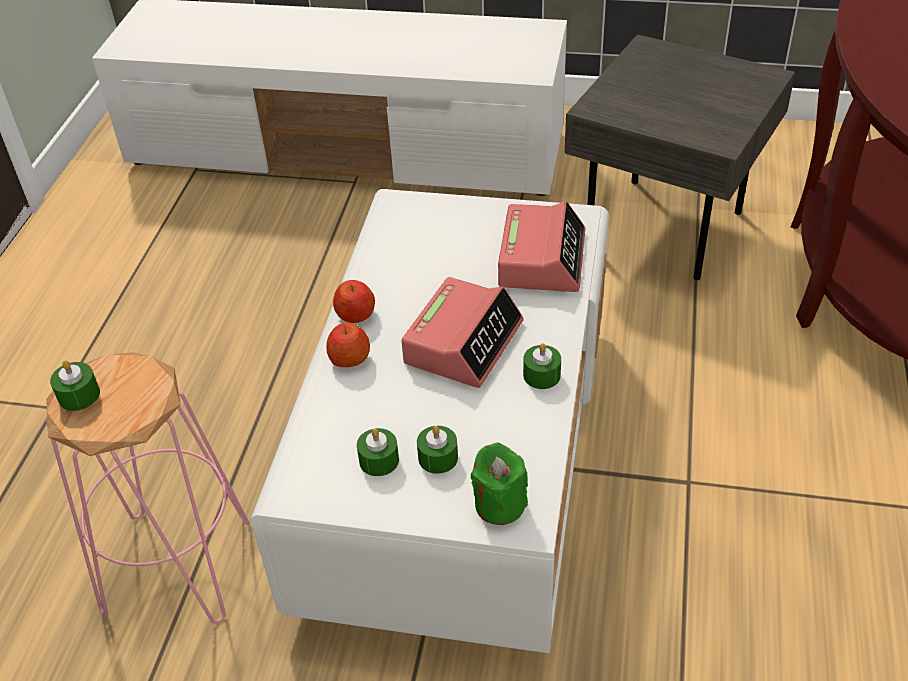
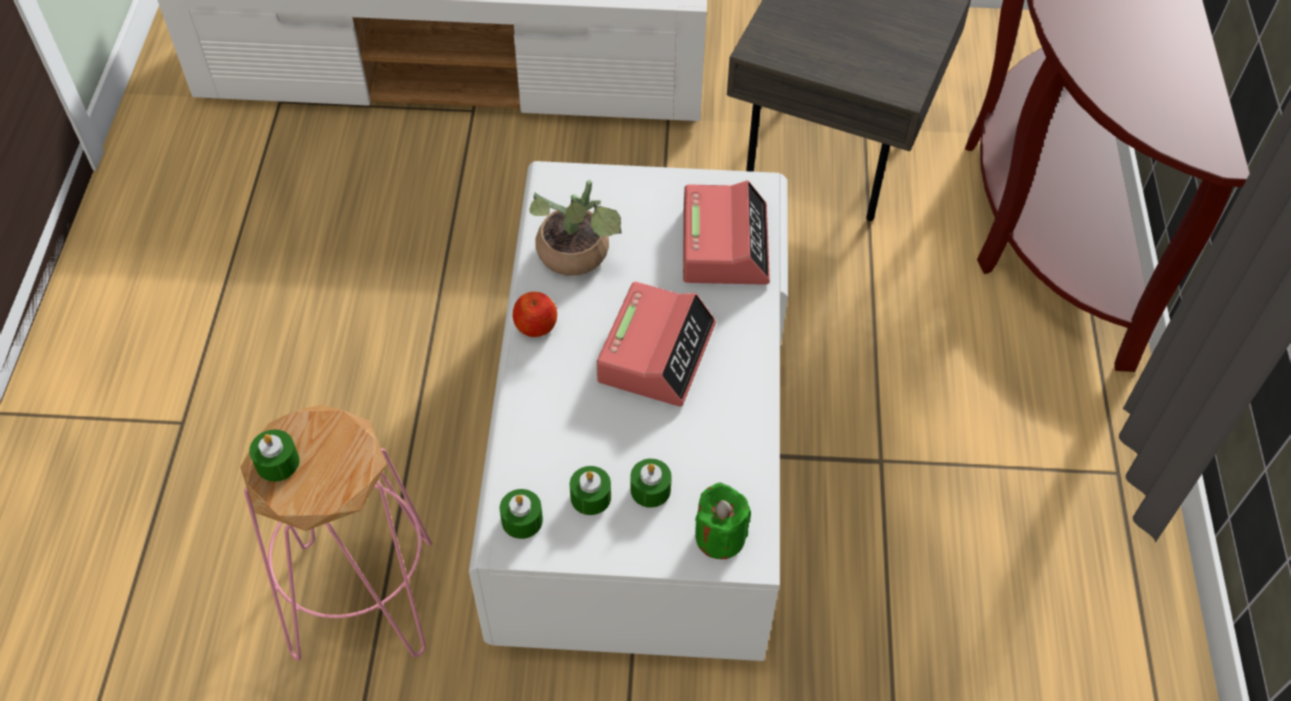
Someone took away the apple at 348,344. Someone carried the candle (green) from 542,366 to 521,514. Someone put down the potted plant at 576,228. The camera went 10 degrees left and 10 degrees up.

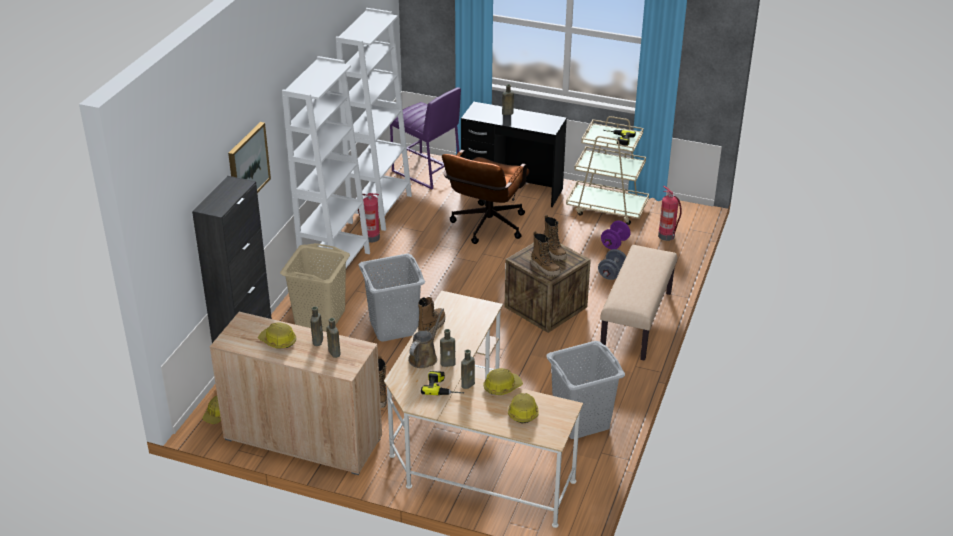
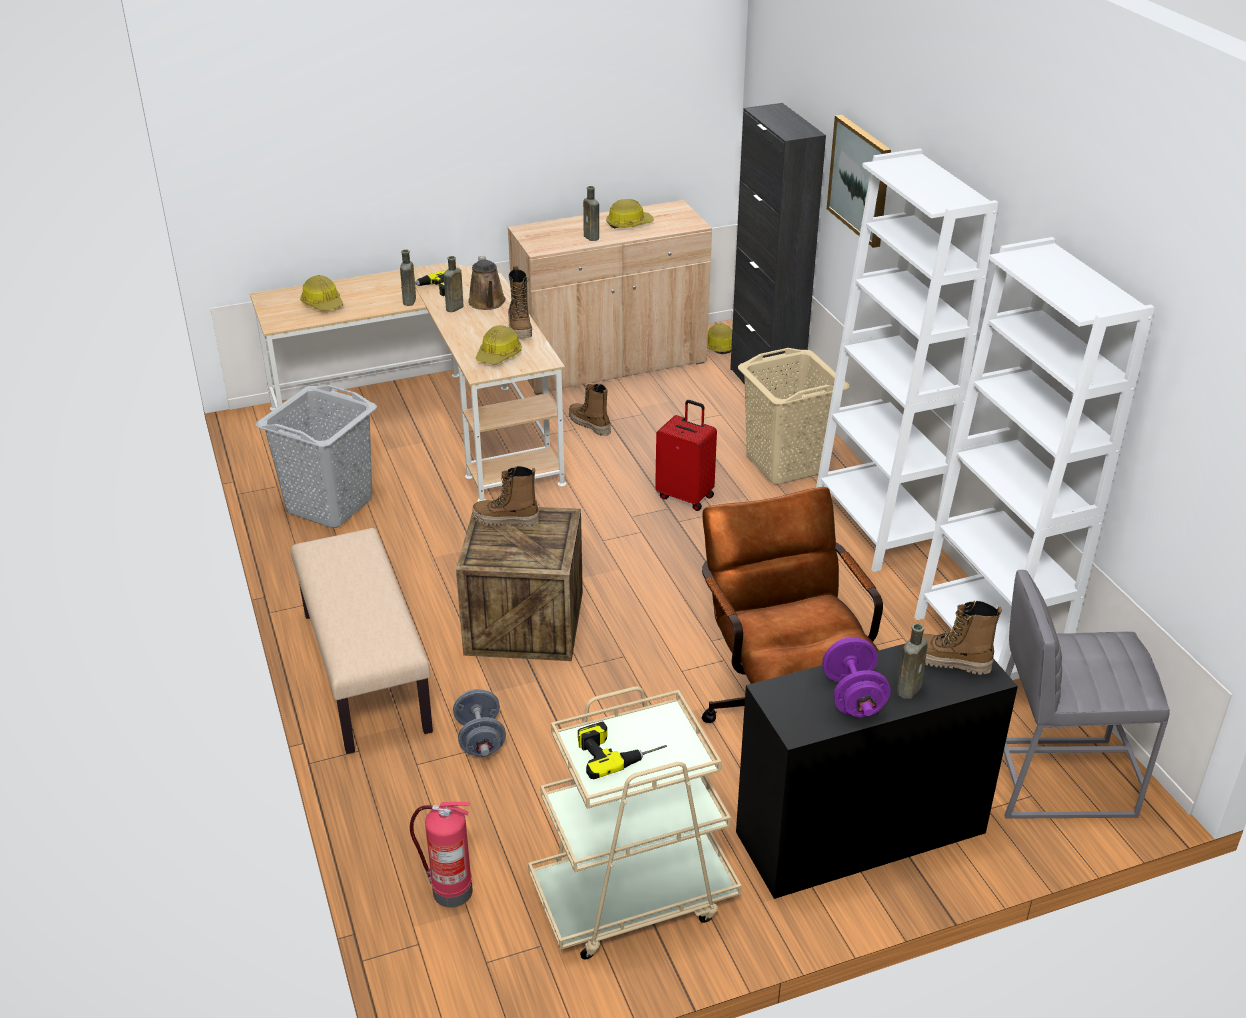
Someone repainted the stool (purple) at 425,138, which became the stool (grey) at 1087,694. Someone took away the fire extinguisher at 369,218. Someone carried the boot from 555,238 to 962,638. Someone carried the dumbbell (purple) from 615,235 to 856,677. Someone swapped the laundry basket (grey) at 392,298 for the suitcase (red) at 686,455. Someone took away the bottle (brown) at 333,338. Someone carried the hard hat from 503,381 to 498,344. The camera went 140 degrees right and 0 degrees up.

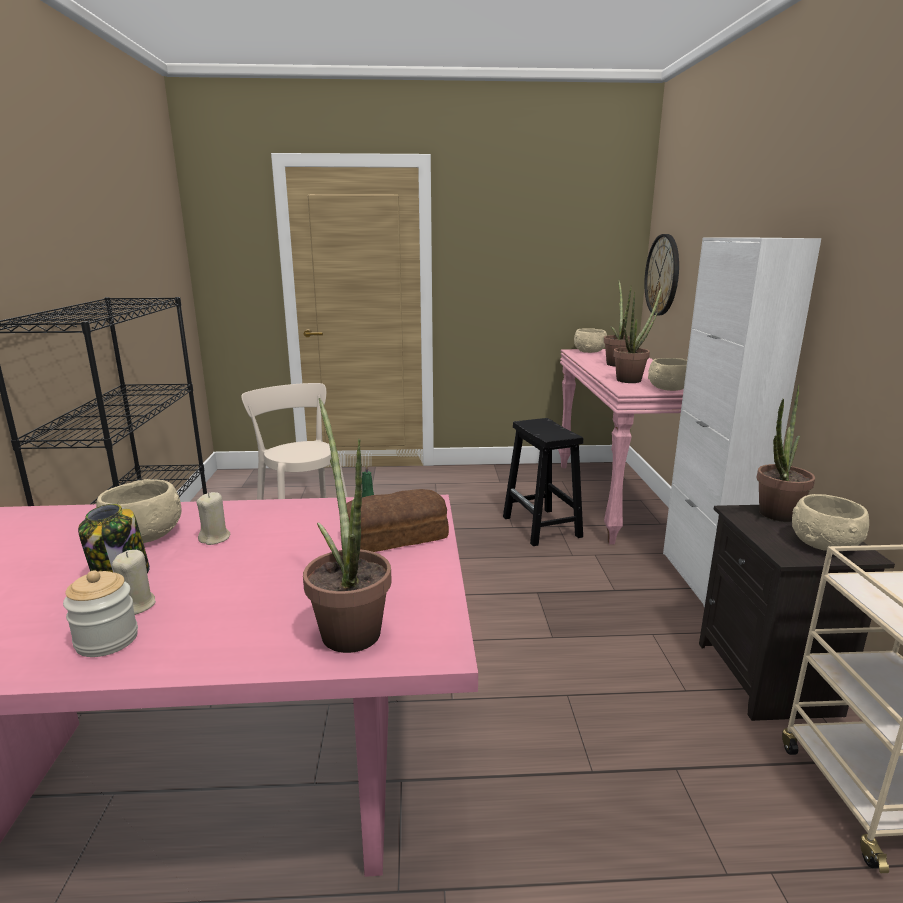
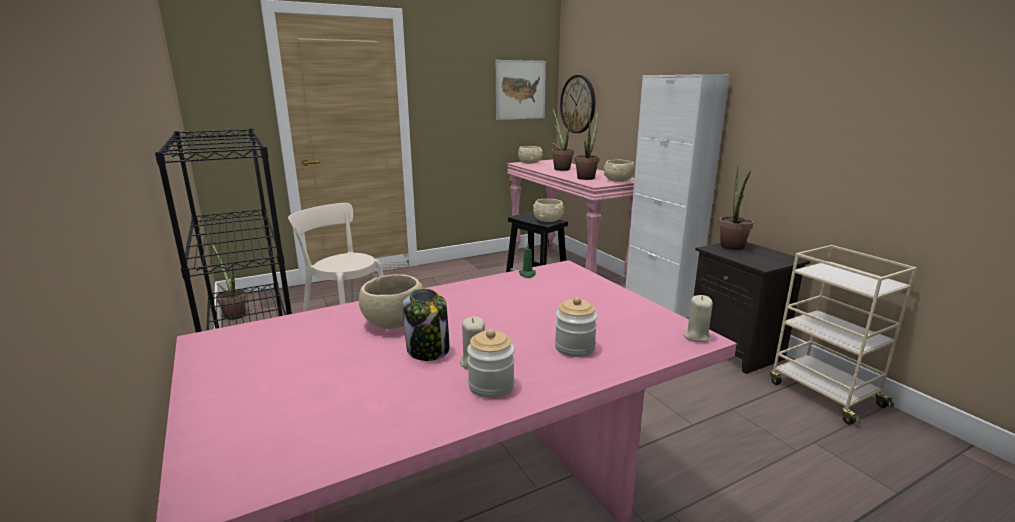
Someone carried the potted plant from 347,525 to 229,282. Someone took away the bread at 397,520. Someone carried the candle (beige) from 213,518 to 698,318. Someone carried the bowl (beige) from 830,522 to 548,210. Someone put up the picture at 521,90. Someone put down the jar at 576,327. The camera went 25 degrees left and 0 degrees up.

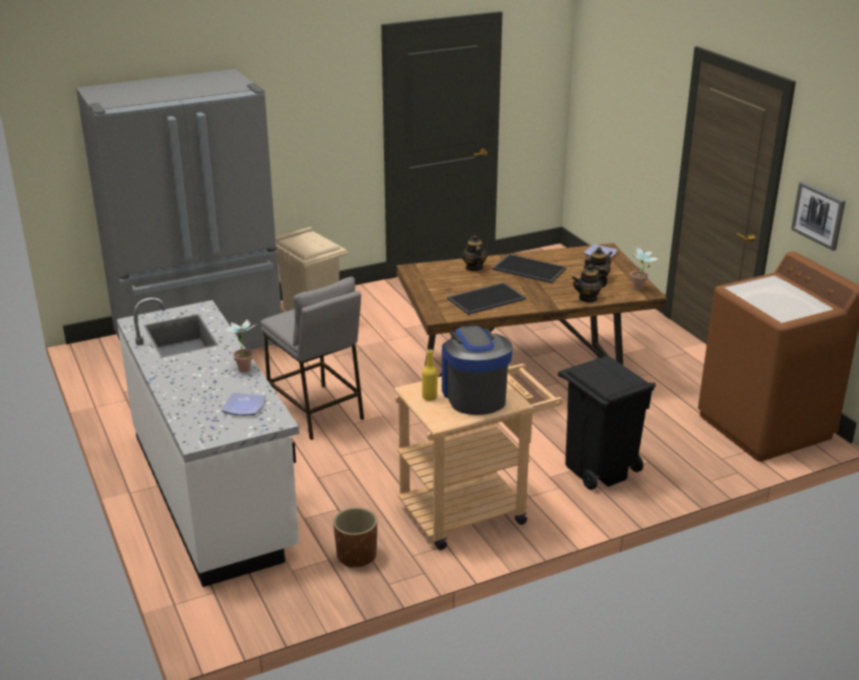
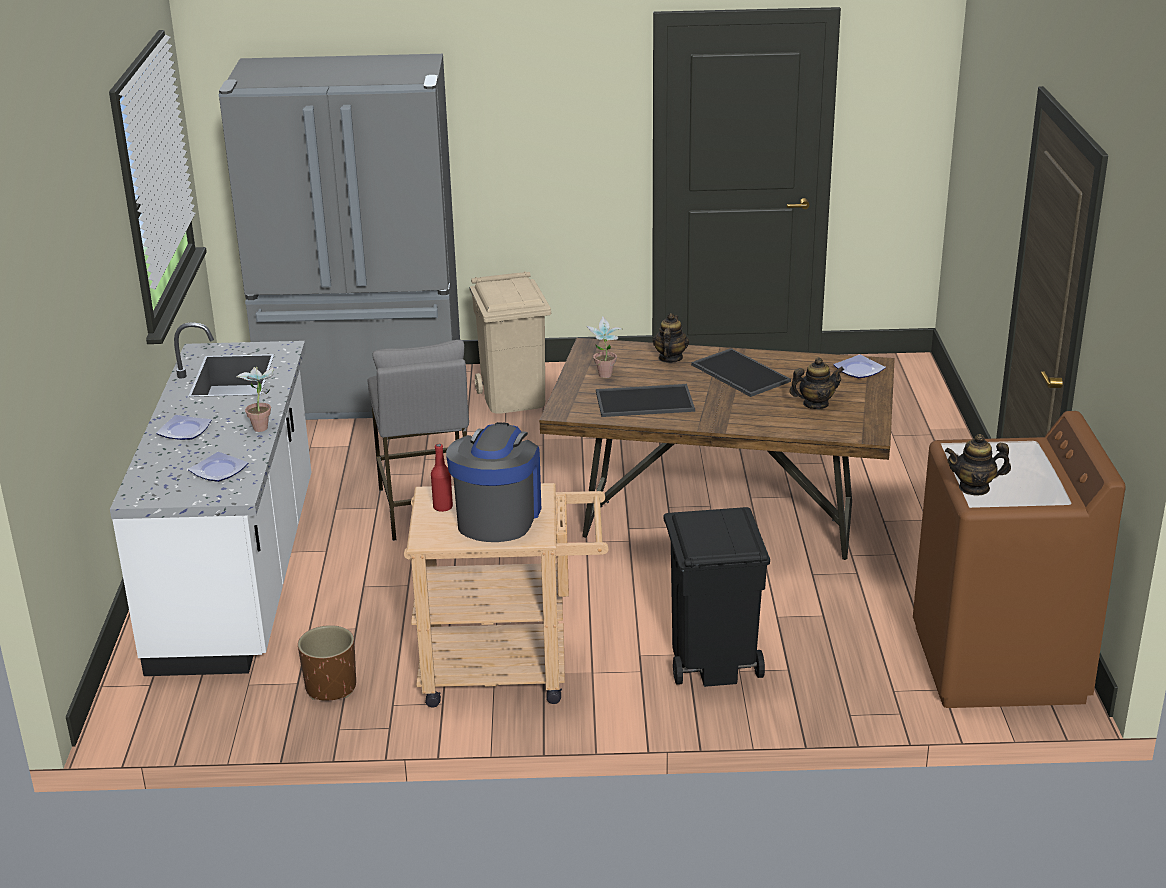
Someone took away the picture at 818,216. Someone carried the potted plant from 645,267 to 604,347. Someone carried the teapot from 589,283 to 978,465. Someone repainted the bottle (yellow) at 429,375, which became the bottle (red) at 442,478. Someone put down the plate at 183,427. The camera went 25 degrees right and 0 degrees up.

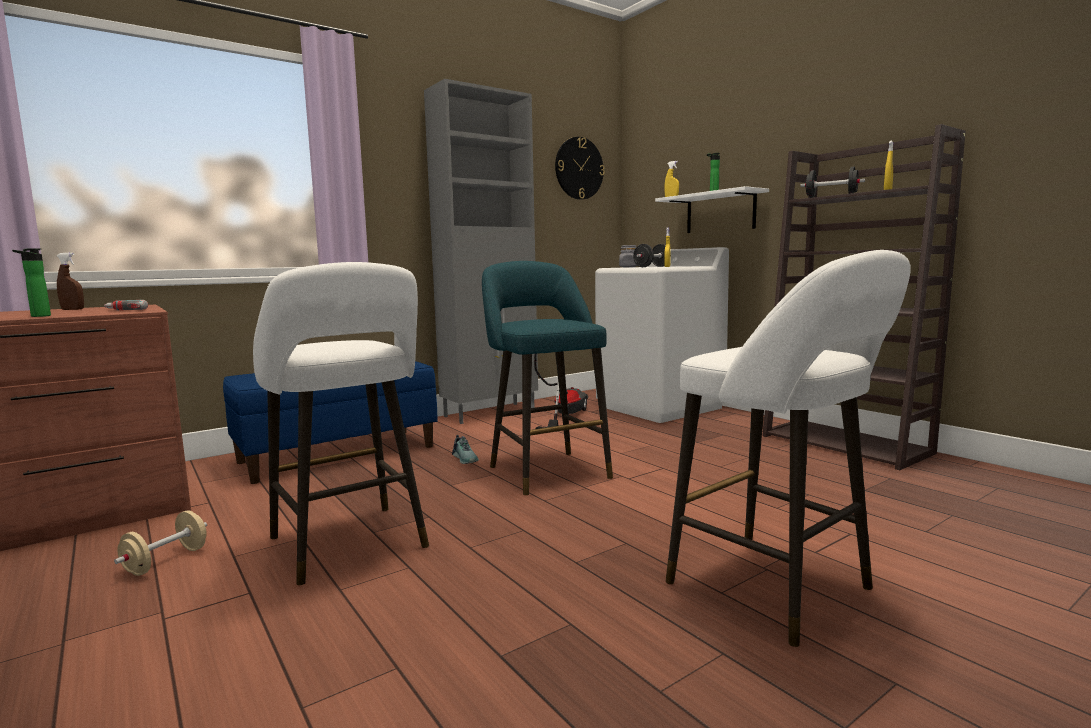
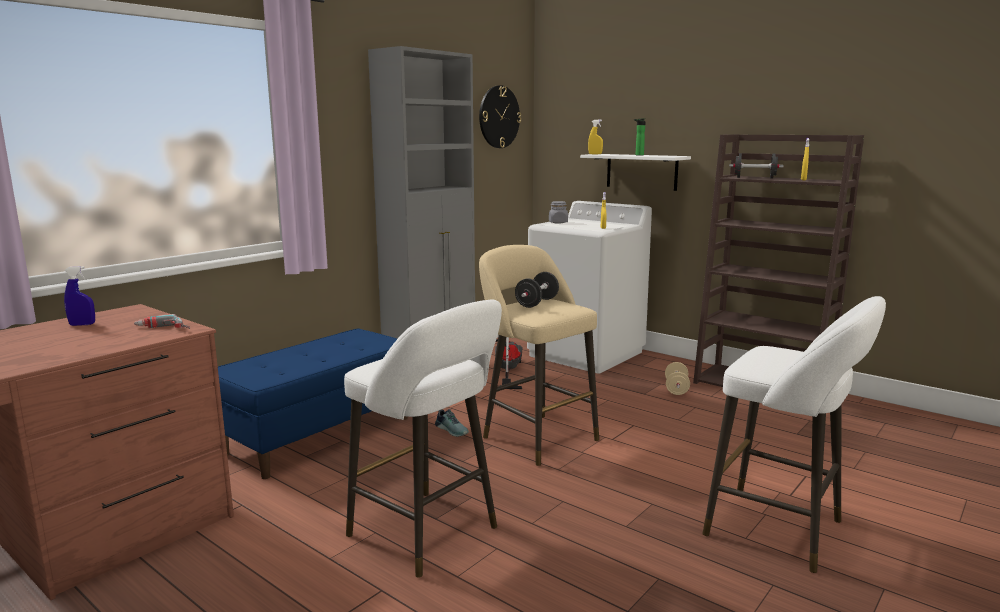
Someone carried the dumbbell (black) from 652,255 to 537,290. Someone took away the bottle at 31,282. Someone repainted the spray bottle (brown) at 70,281, which became the spray bottle (blue) at 79,296. Someone repainted the stool (turquoise) at 547,378, which became the stool (beige) at 539,355. Someone carried the dumbbell (beige) from 160,543 to 677,378. The camera went 15 degrees left and 5 degrees up.

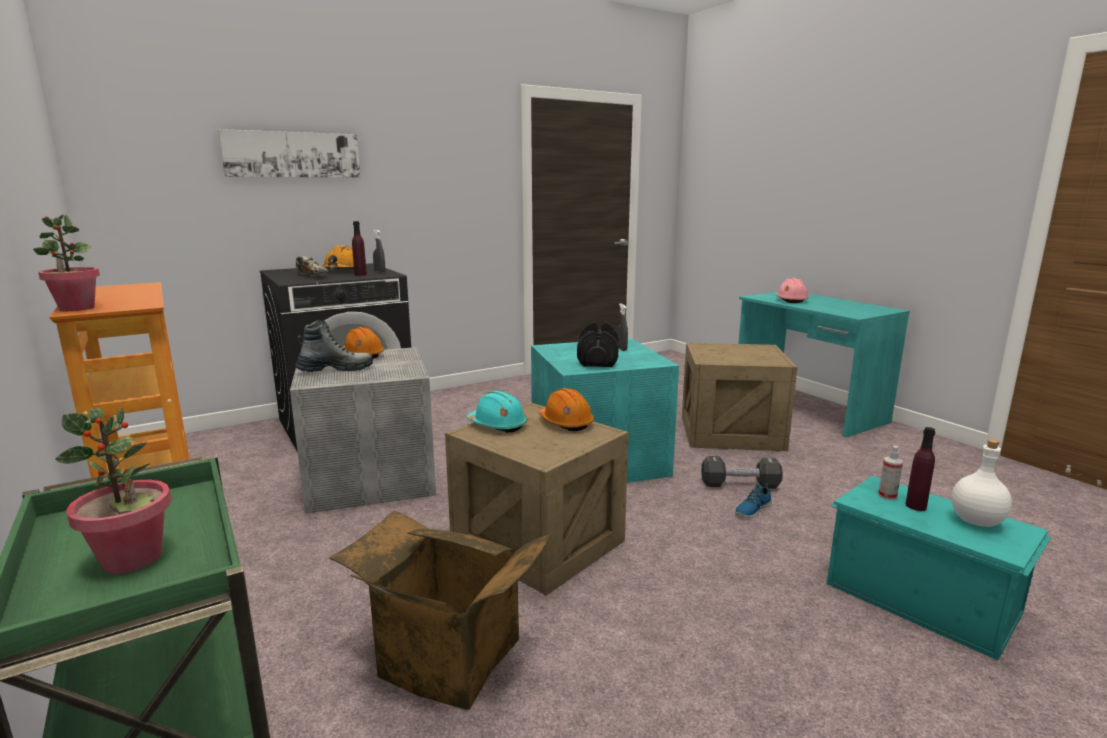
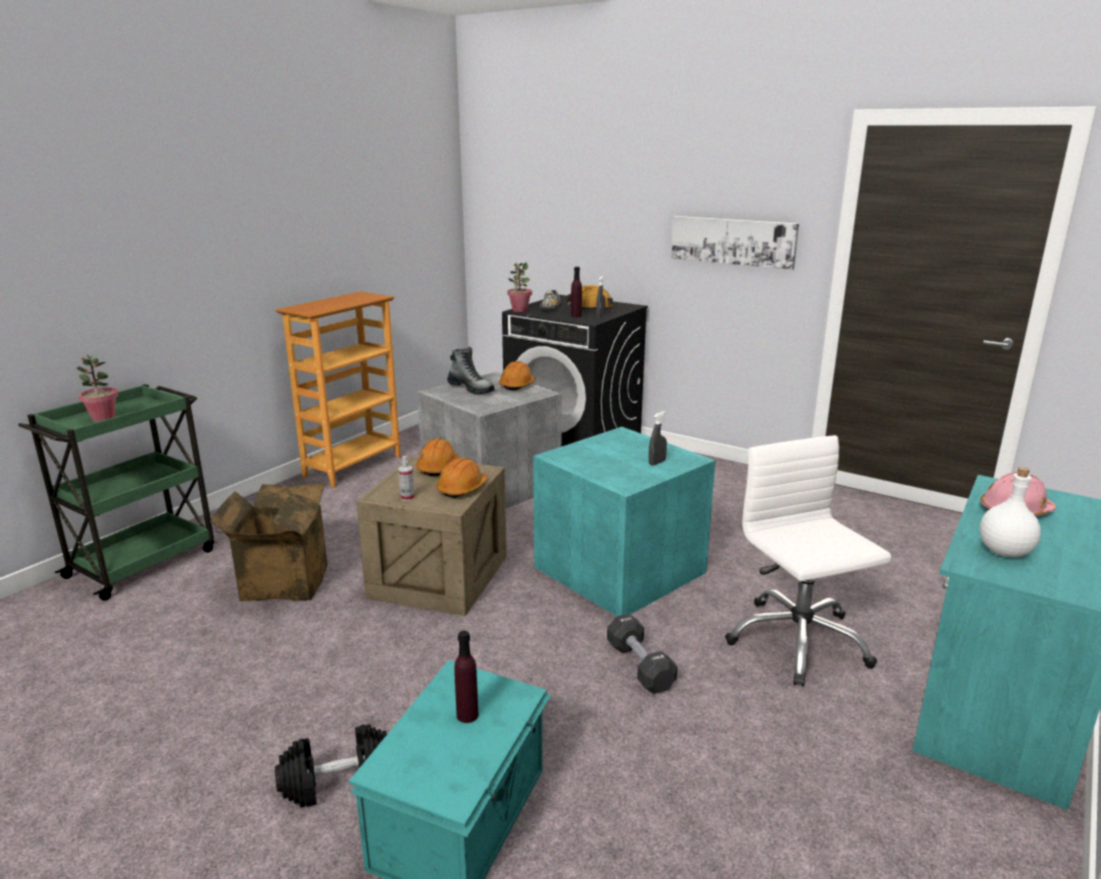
Someone carried the picture from 289,153 to 735,243. Someone carried the potted plant from 66,263 to 519,287. Someone carried the dumbbell (black) from 598,344 to 331,766. Someone swapped the crate at 740,397 for the office chair (white) at 808,561. Someone repainted the hard hat (turquoise) at 497,412, which became the hard hat (orange) at 437,457. Someone carried the bottle (white) from 981,483 to 1010,512. Someone carried the spray bottle from 890,472 to 406,478. Someone took away the shoe at 753,500. The camera went 65 degrees right and 5 degrees up.

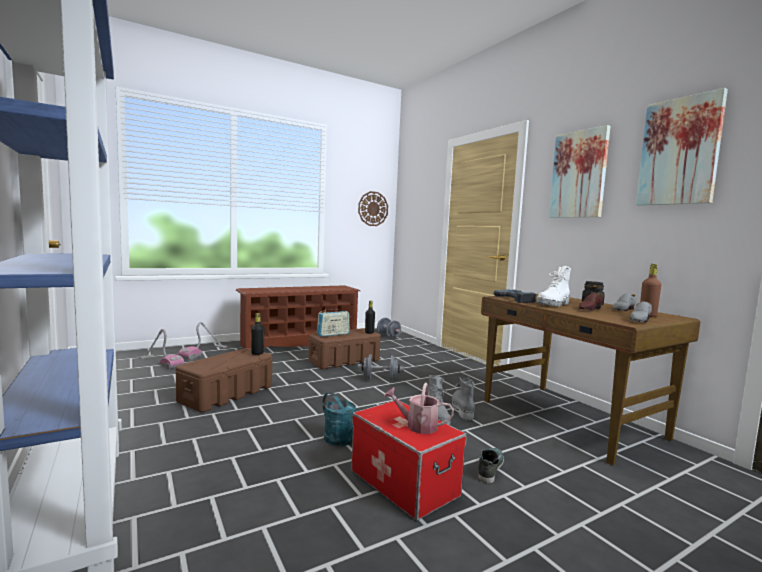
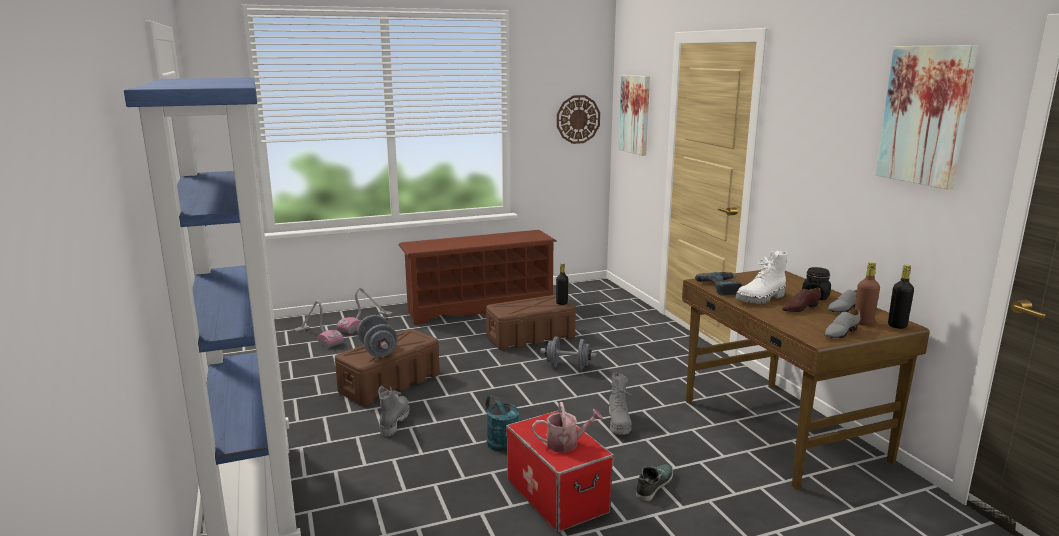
Someone carried the picture from 580,171 to 634,115. Someone took away the radio at 333,322. Someone carried the bottle (black) from 257,334 to 901,296. Someone carried the dumbbell (grey) from 389,328 to 377,336. Someone carried the boot (grey) from 463,398 to 394,411. Someone rotated the watering can at 419,408 by 150 degrees clockwise. The camera went 10 degrees right and 10 degrees up.

